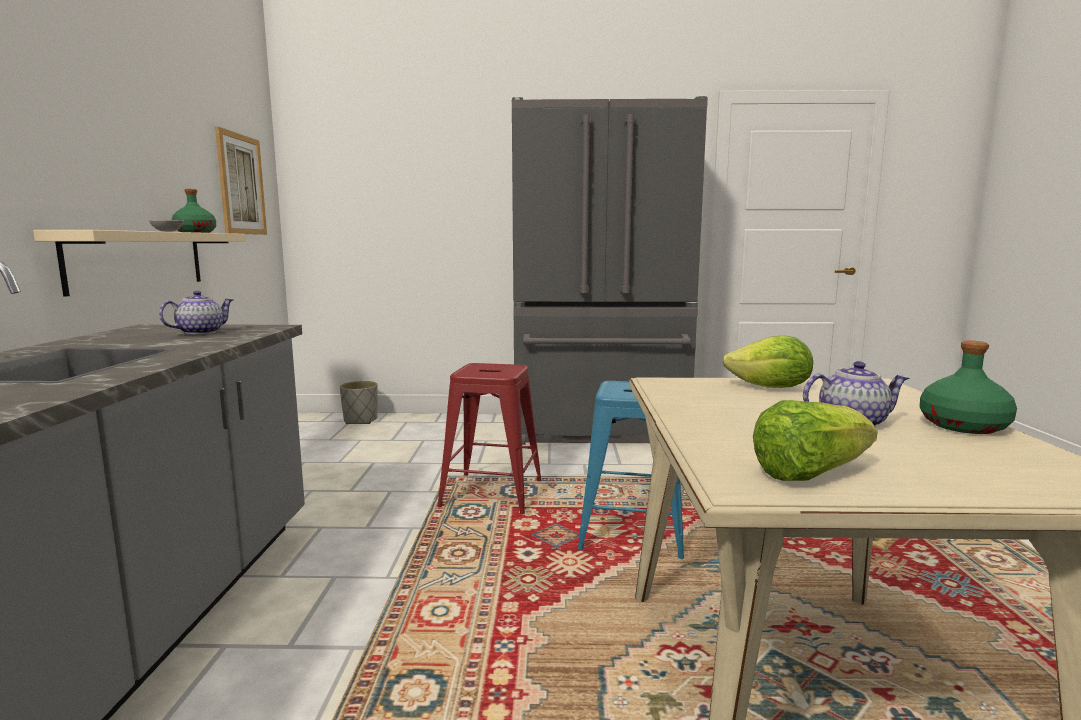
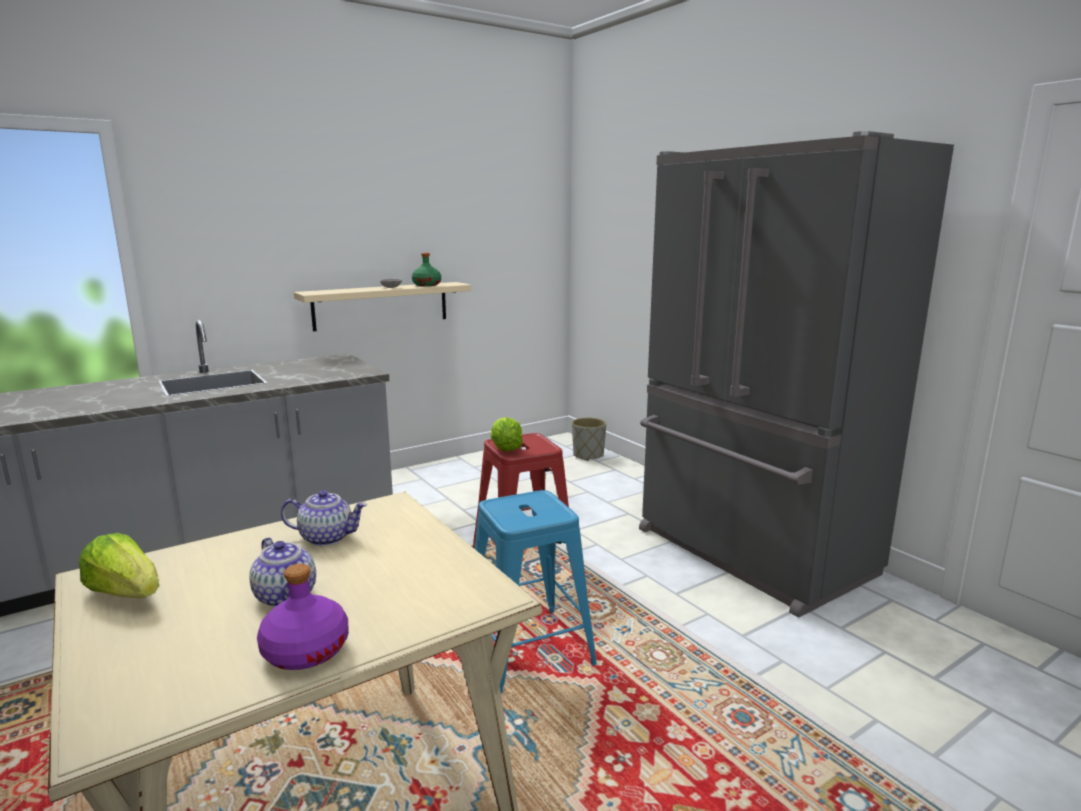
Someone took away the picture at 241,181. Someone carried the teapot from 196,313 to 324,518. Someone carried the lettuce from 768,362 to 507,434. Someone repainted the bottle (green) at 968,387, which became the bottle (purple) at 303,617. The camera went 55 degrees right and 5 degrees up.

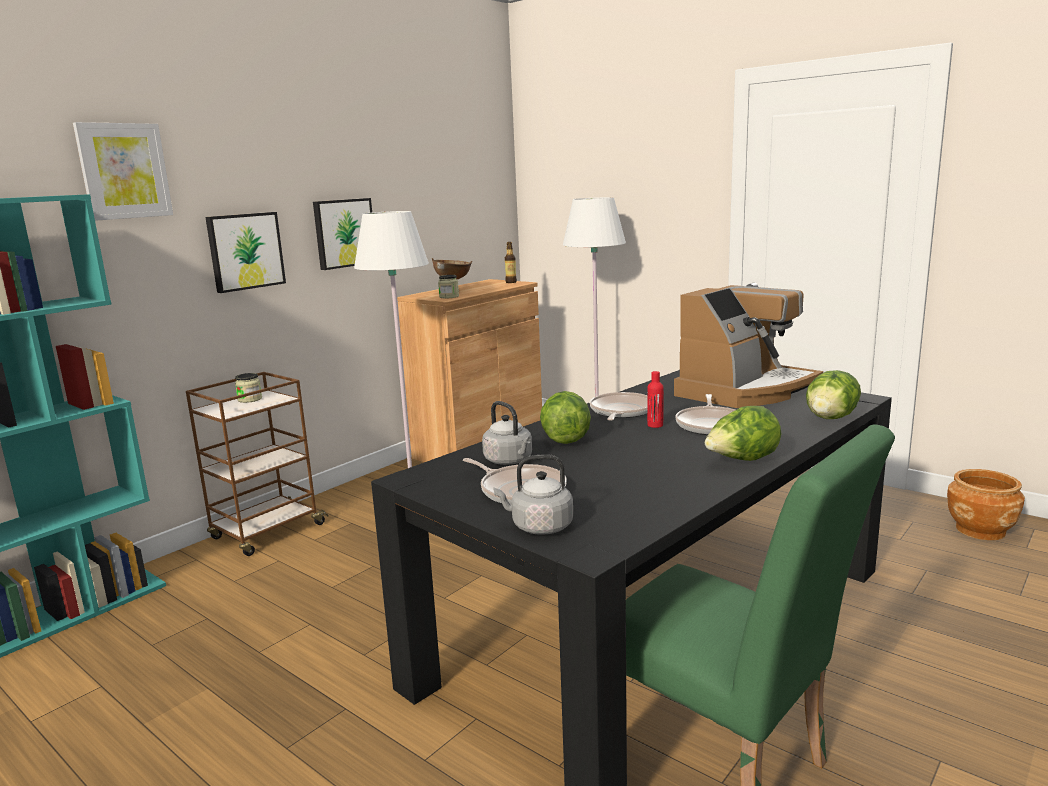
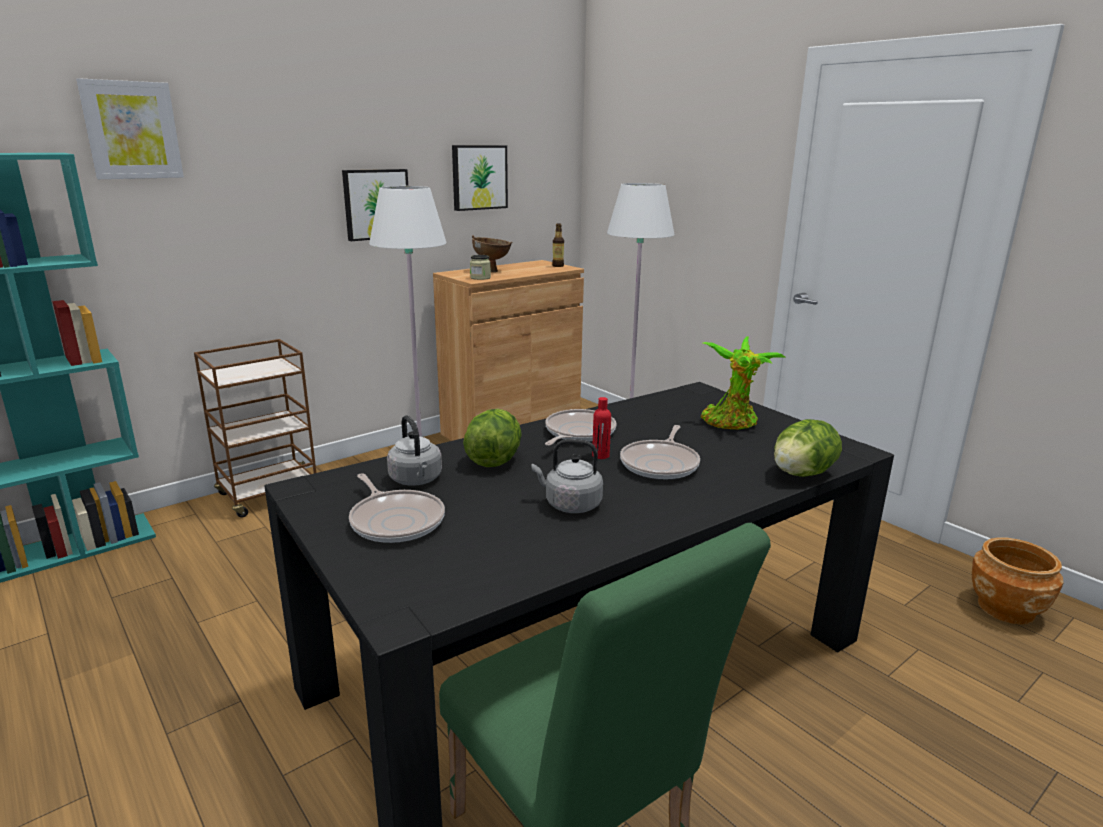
Someone carried the picture from 245,252 to 480,178. Someone swapped the coffee machine at 748,346 for the potted plant at 743,383. Someone took away the jar at 248,388. Someone took away the lettuce at 743,433. Someone carried the kettle (grey) from 533,494 to 567,476. The camera went 10 degrees right and 5 degrees up.

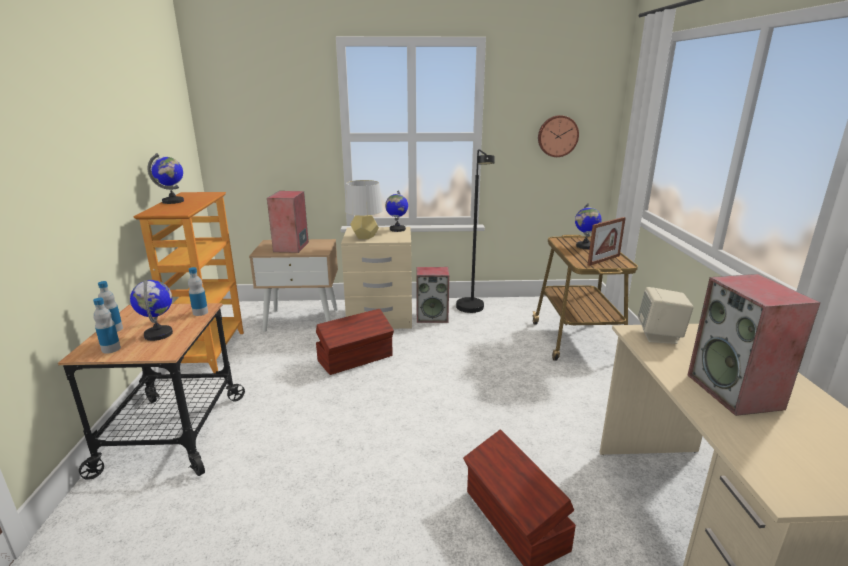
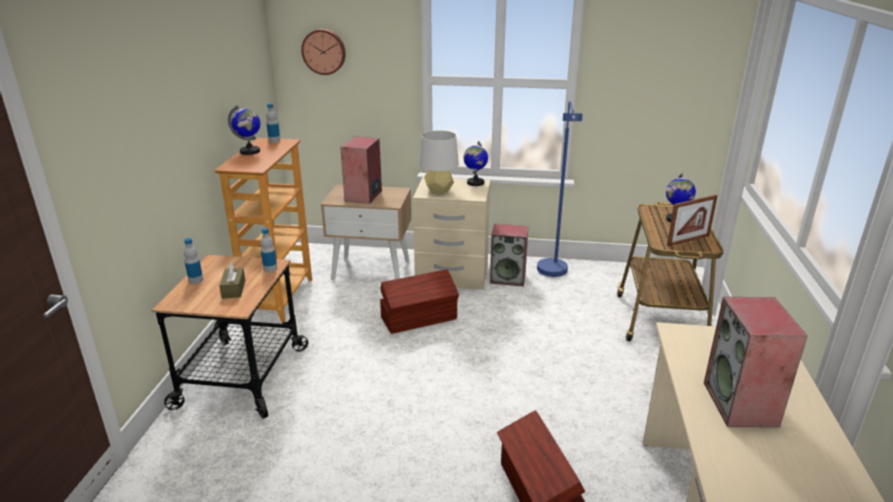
Someone carried the wall clock from 558,136 to 323,52. Someone repainted the floor lamp (black) at 475,231, which became the floor lamp (blue) at 559,189. Someone swapped the globe at 151,310 for the tissue box (brown) at 232,280. Someone took away the speaker (beige) at 666,315. Someone carried the bottle from 107,326 to 273,123. The camera went 10 degrees right and 5 degrees up.

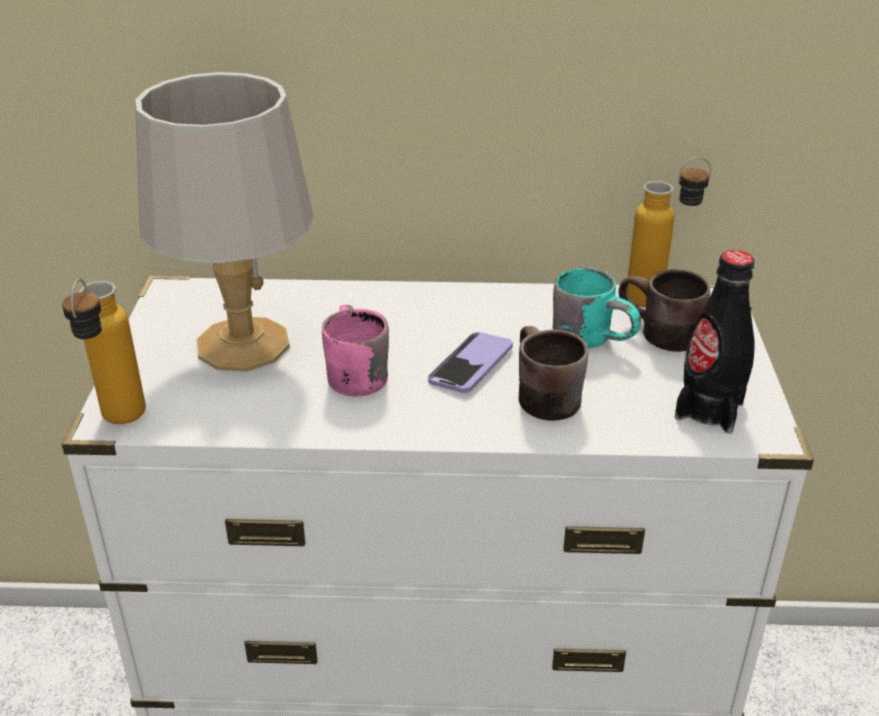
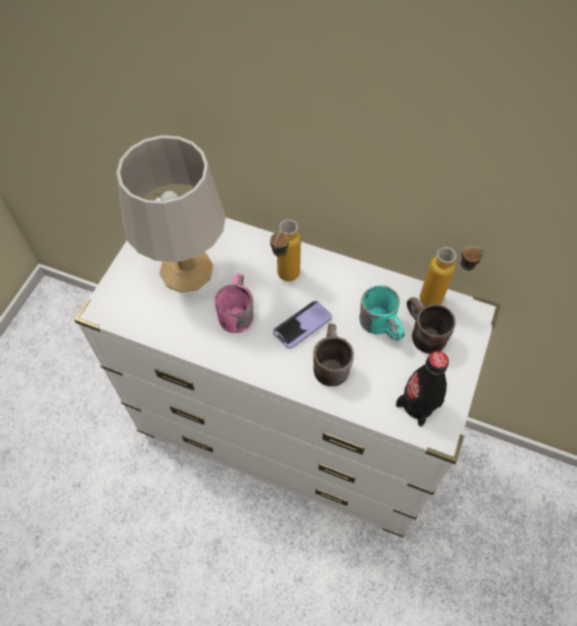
Someone carried the bottle from 104,351 to 285,250. The camera went 20 degrees right and 25 degrees up.

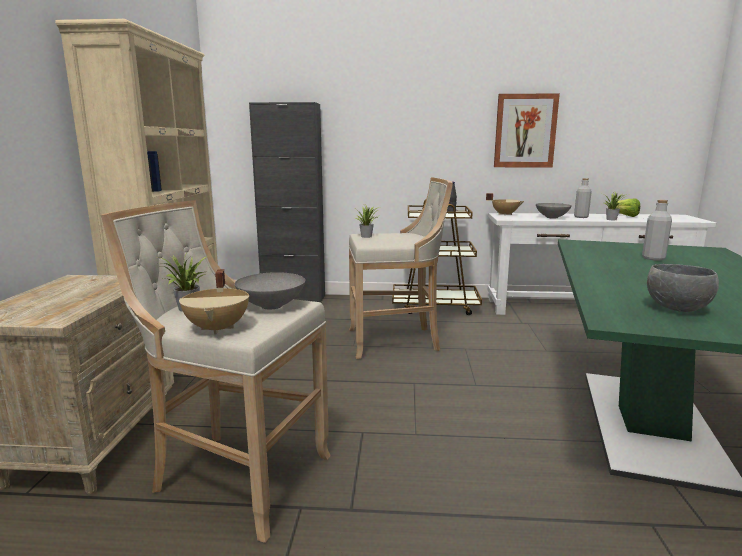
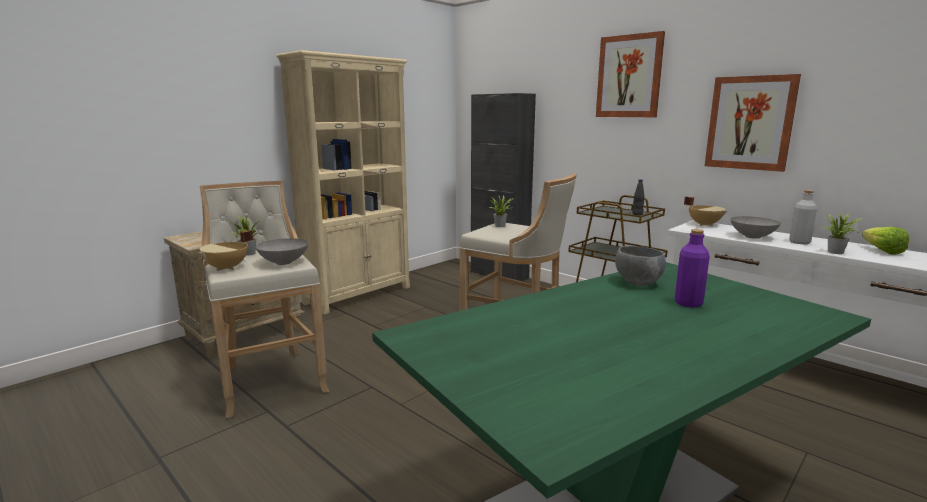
Someone repainted the bottle (grey) at 657,230, which became the bottle (purple) at 692,268. Someone carried the bowl (grey) from 683,288 to 640,266. Someone put up the picture at 630,74. The camera went 40 degrees right and 0 degrees up.

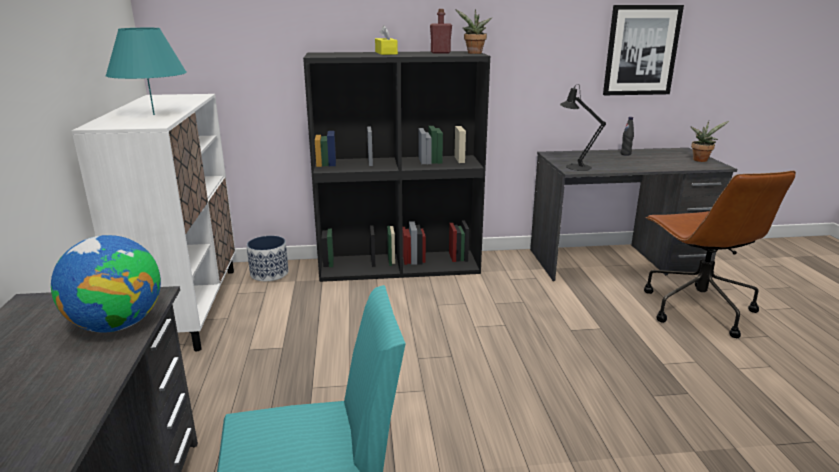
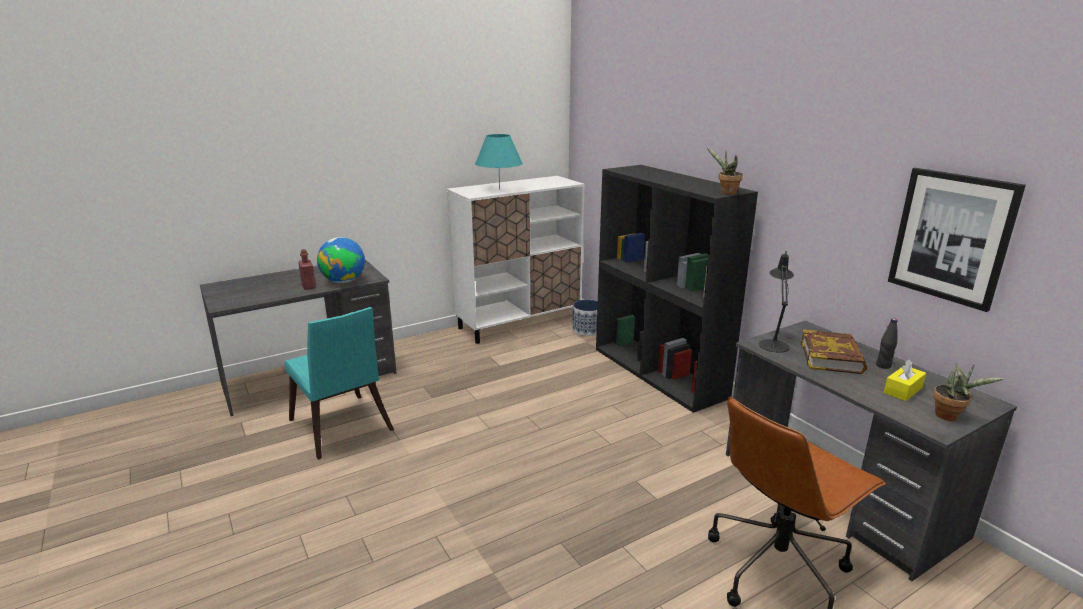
Someone carried the bottle (red) from 441,31 to 307,269. Someone carried the tissue box (yellow) from 386,40 to 905,380. Someone put down the book at 834,351. The camera went 65 degrees right and 0 degrees up.

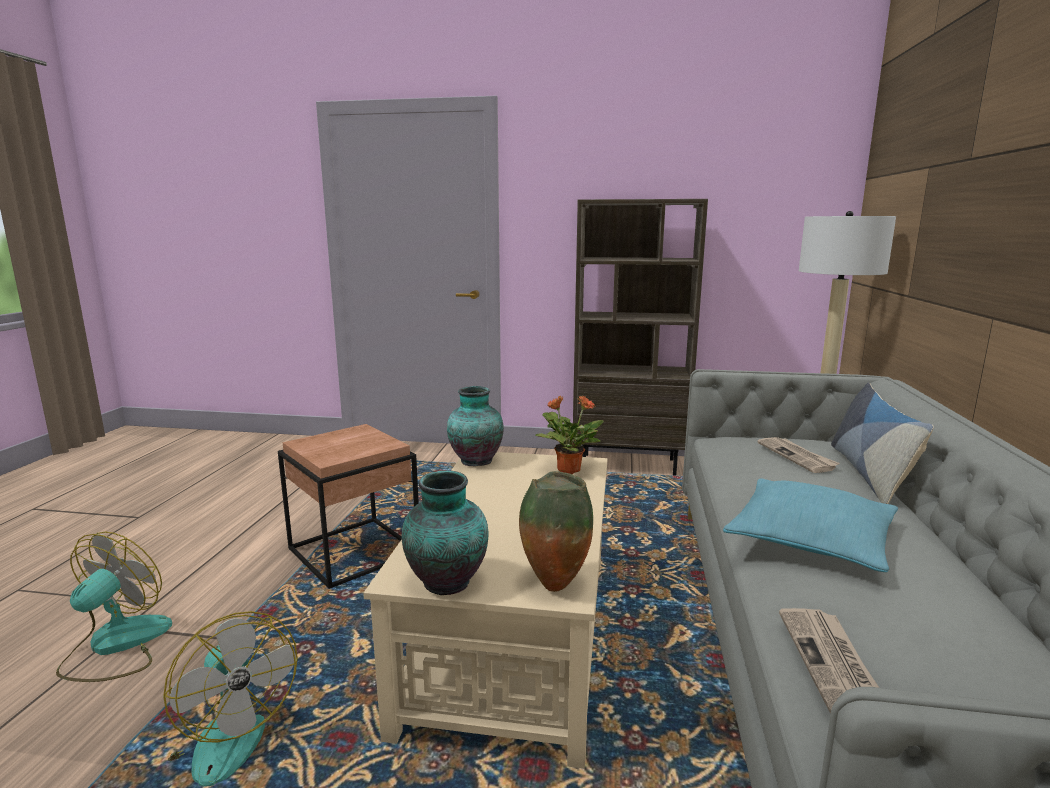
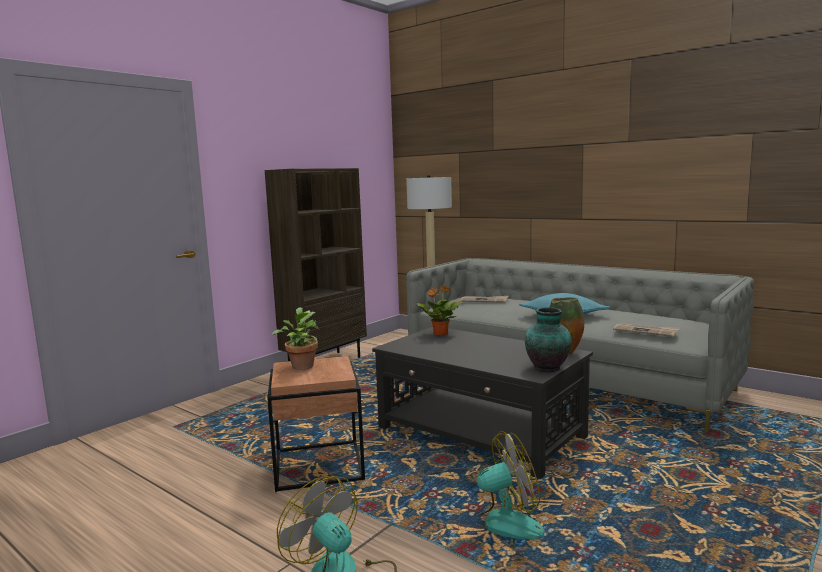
Someone took away the pillow at 882,443. Someone took away the vase at 475,426. Someone repainted the coffee table (beige) at 485,610, which became the coffee table (black) at 482,403. Someone put down the potted plant at 295,339. The camera went 60 degrees left and 5 degrees down.

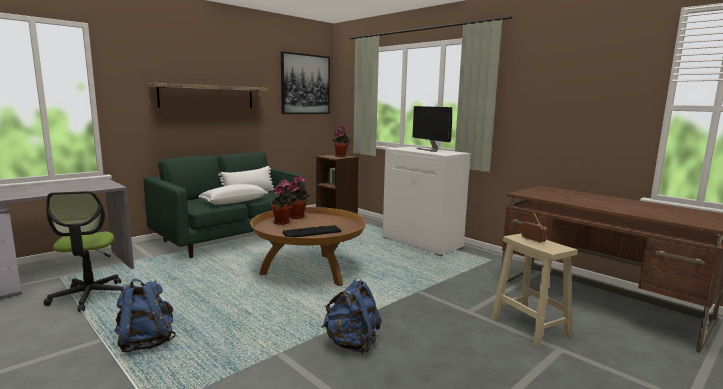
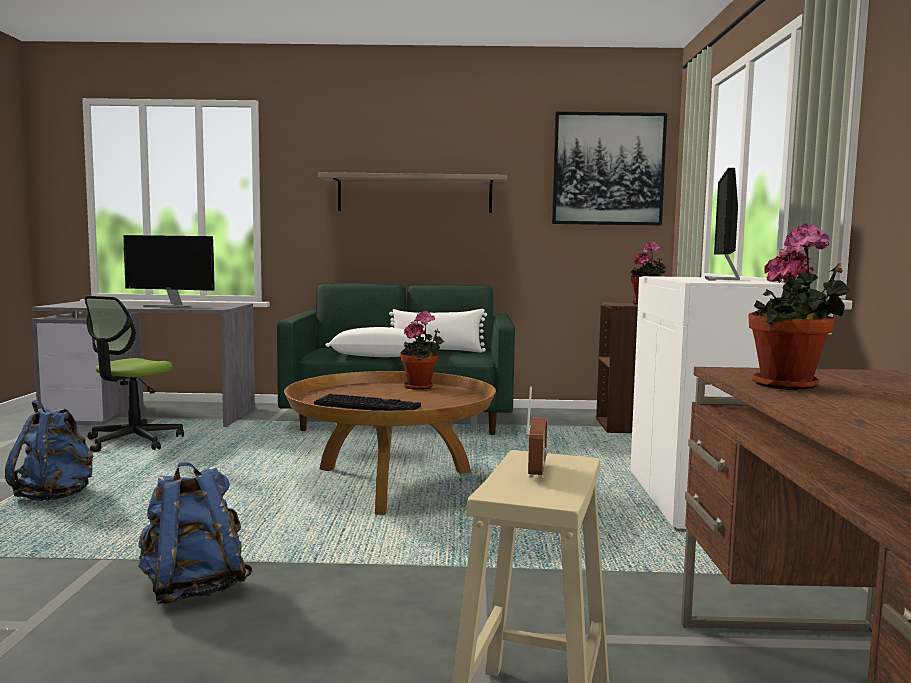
Someone carried the potted plant from 283,202 to 799,307. Someone put down the monitor at 169,271. The camera went 45 degrees right and 5 degrees down.

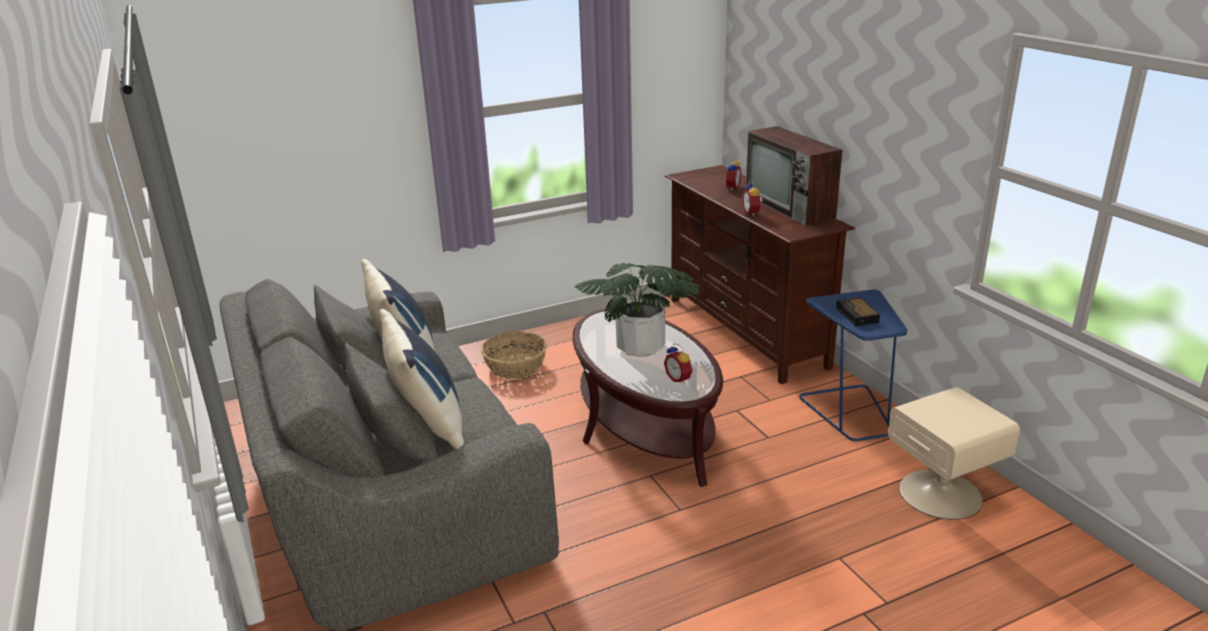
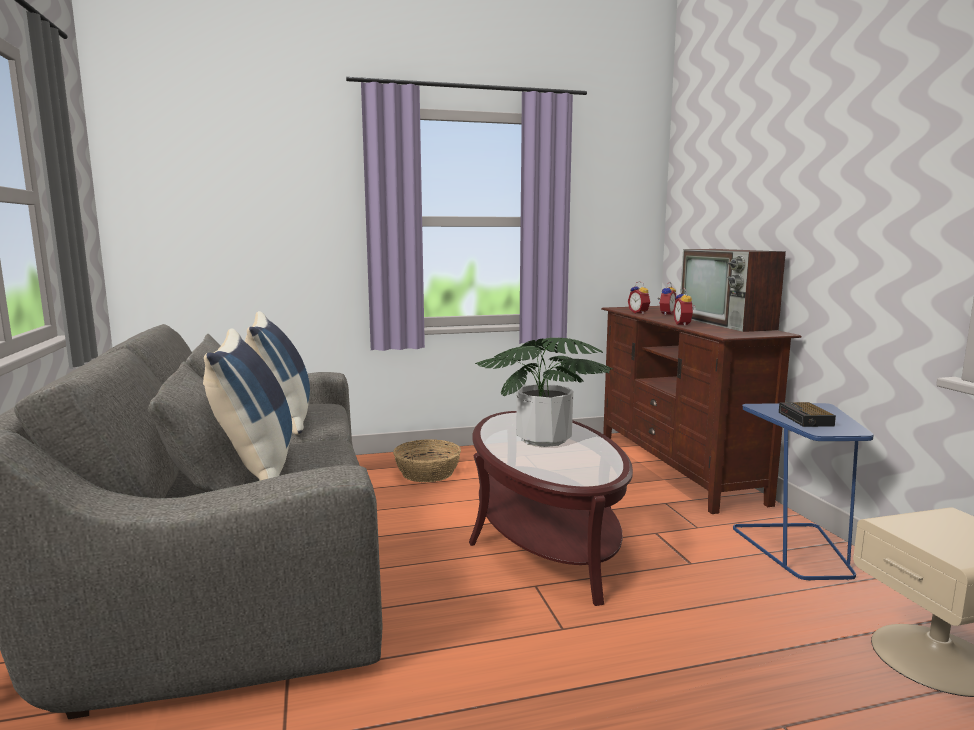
Someone carried the alarm clock from 678,363 to 639,297. The camera went 10 degrees right and 15 degrees down.

